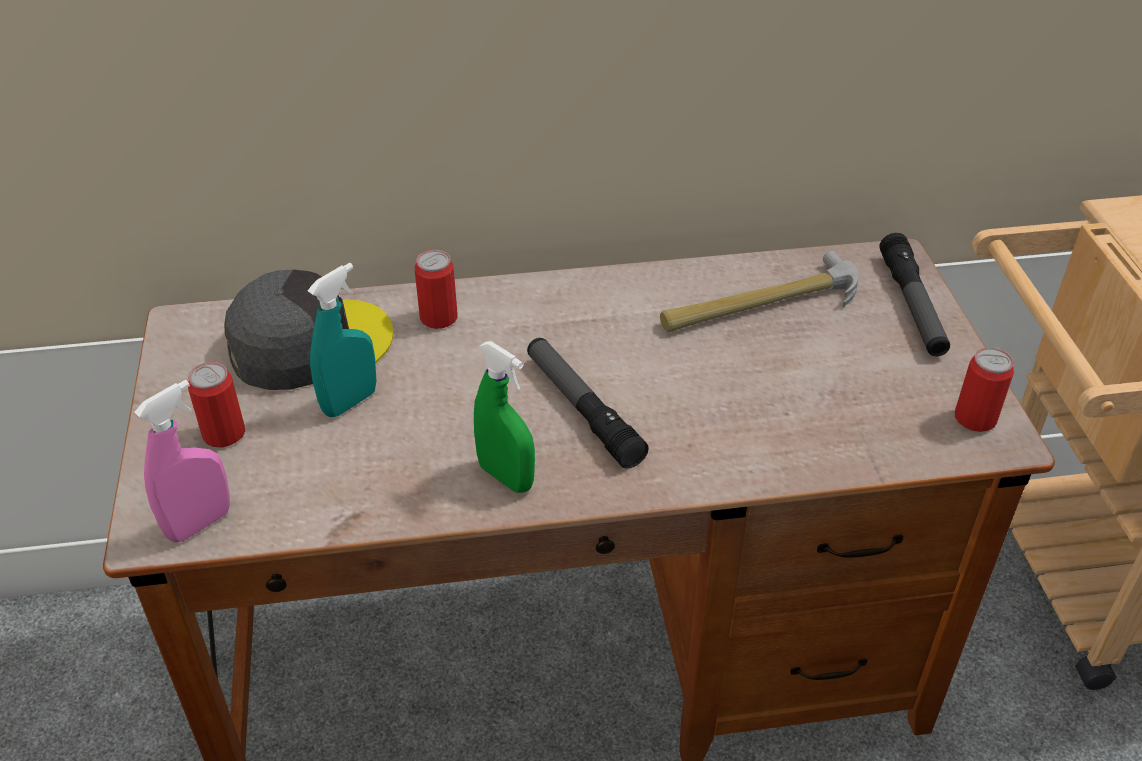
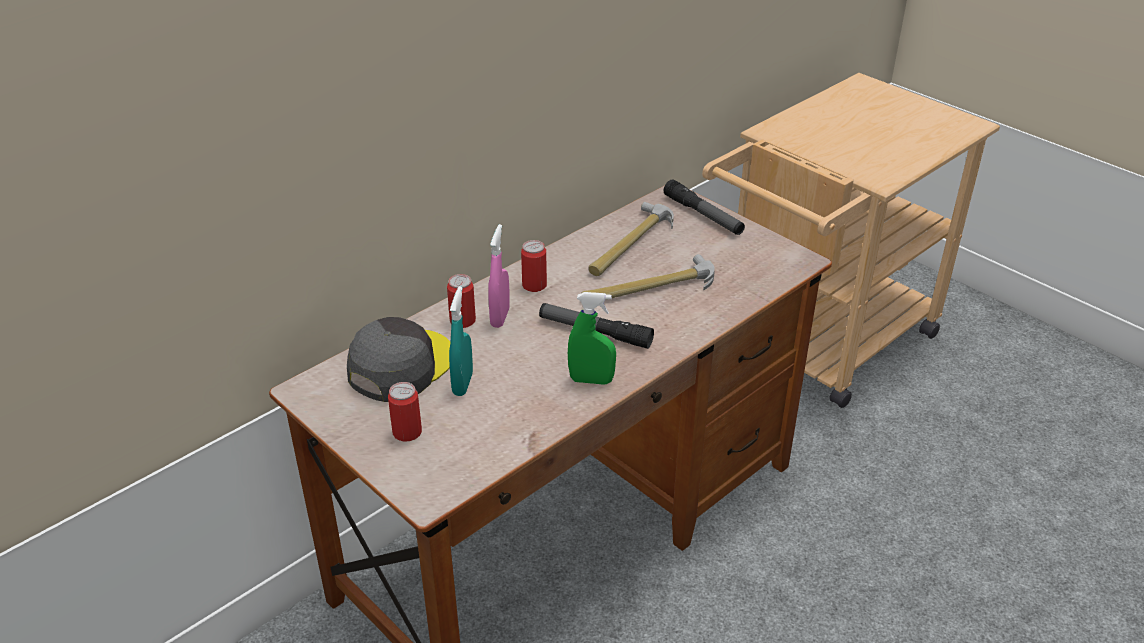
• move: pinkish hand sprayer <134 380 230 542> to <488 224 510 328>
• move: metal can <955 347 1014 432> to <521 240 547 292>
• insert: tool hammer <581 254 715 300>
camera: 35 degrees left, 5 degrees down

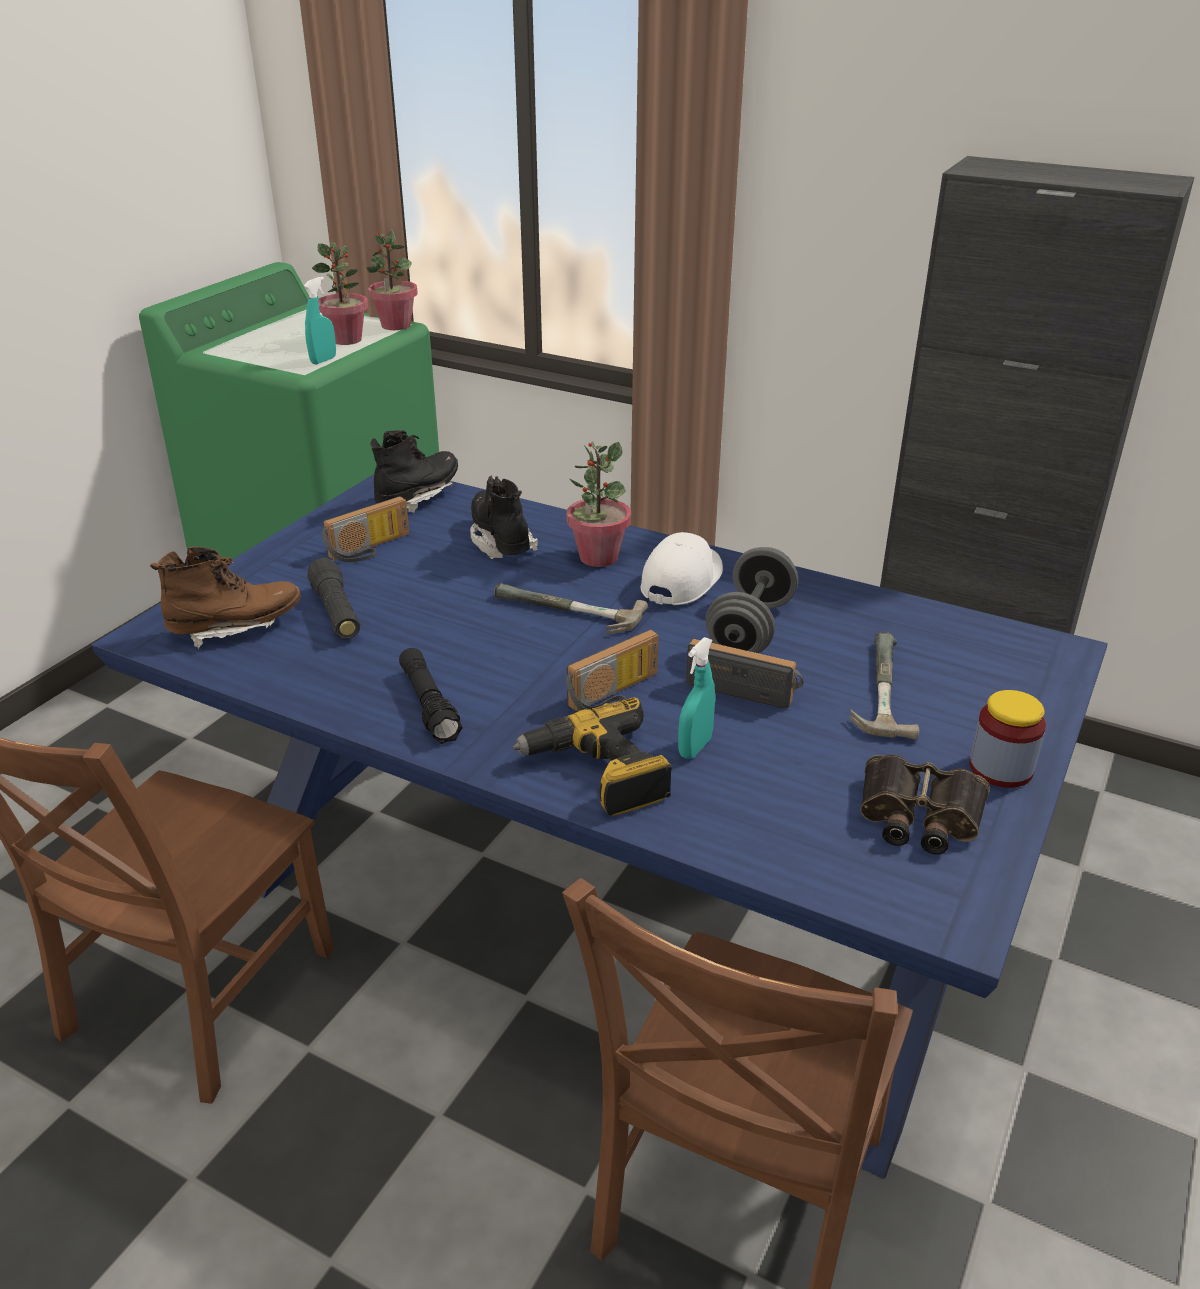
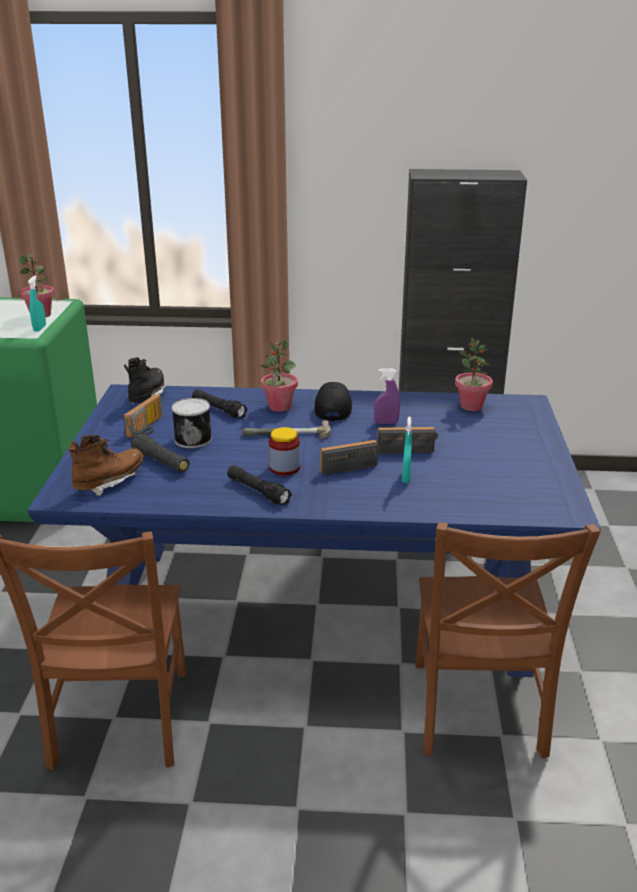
• move: plant in a pot <367 228 418 330> to <455 338 493 411>
• replace: black boot <470 476 538 559> to black torch <192 389 248 419>
• delete: electric drill <513 697 672 816>
• rotate: radio set <566 629 659 711> = <320 440 380 475> 135 degrees counterclockwise
• recolor: whitish cap <641 532 723 605> to black cap <314 382 352 421>
• replace: grey dumbbell <705 547 798 653> to purple hand sprayer <374 368 400 424>
• delete: tool hammer <849 632 919 740>
• delete: pair of binoculars <860 755 990 855>
• move: jar <969 690 1046 788> to <269 427 300 475>
• insert: metal can <172 398 212 448>
camera: 25 degrees left, 5 degrees down

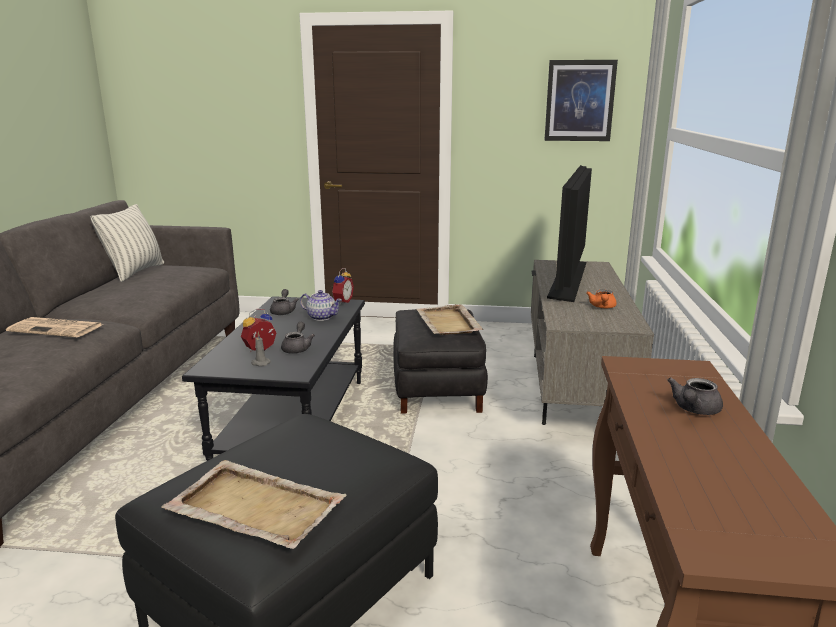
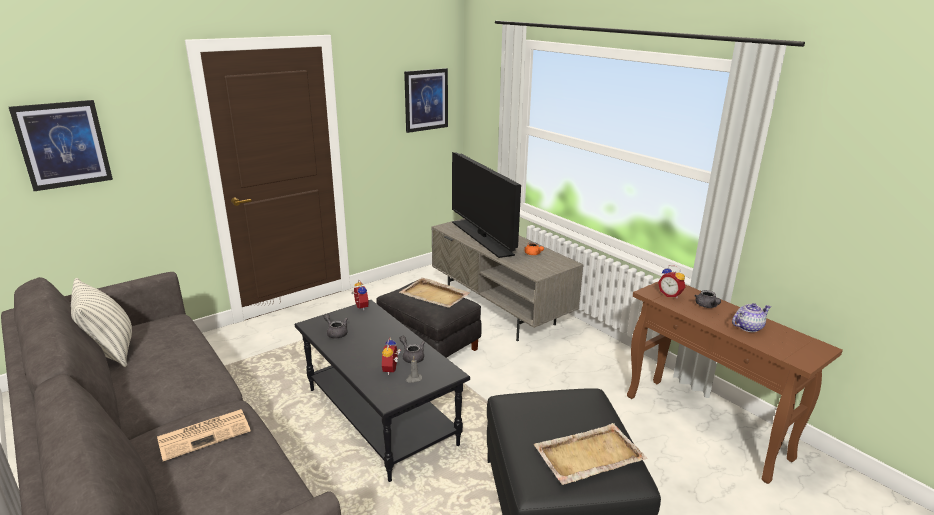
• move: teapot <300 290 342 321> to <732 303 771 332>
• insert: wall picture <9 100 113 191>
• insert: alarm clock <658 265 685 298>
camera: 45 degrees left, 5 degrees up

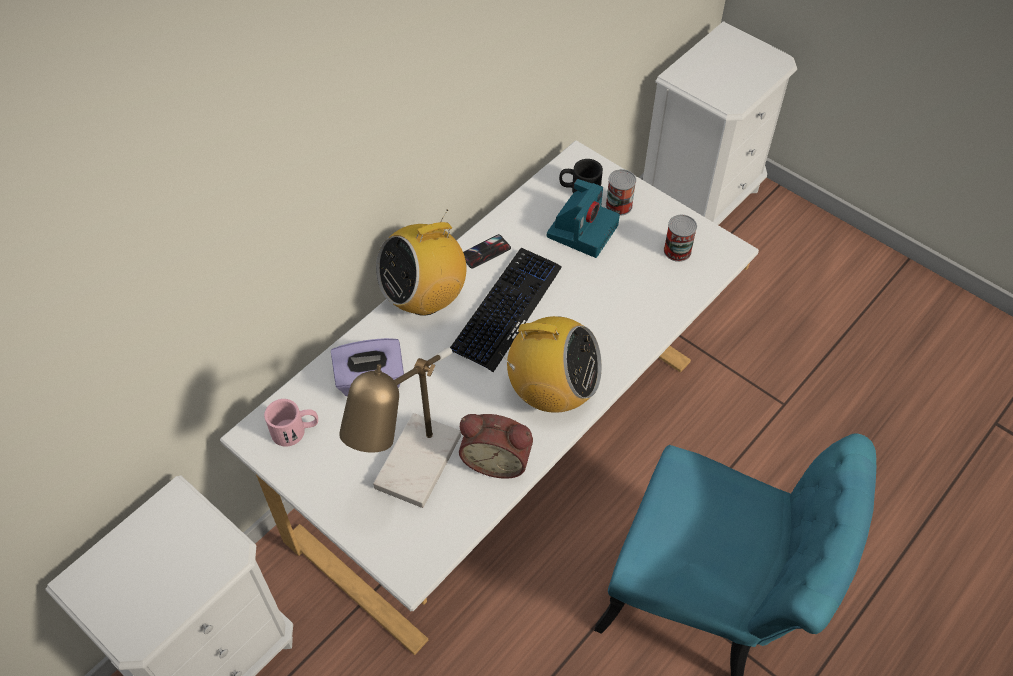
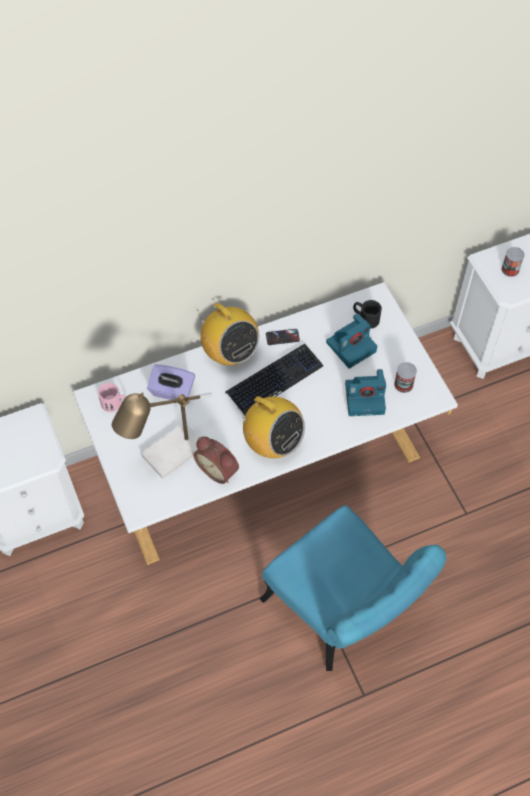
• rotate: radio set <376 209 466 315> = <197 303 259 365> 120 degrees counterclockwise
• move: metal can <606 169 636 216> to <501 247 525 277>
• insert: photo camera <345 369 386 416>
camera: 25 degrees right, 5 degrees up

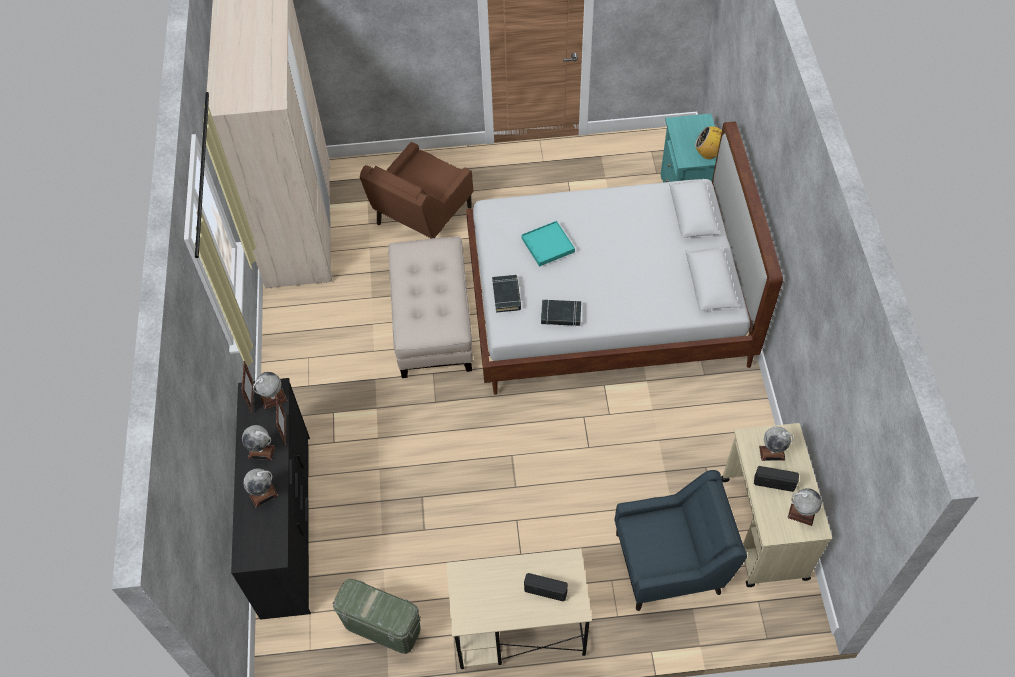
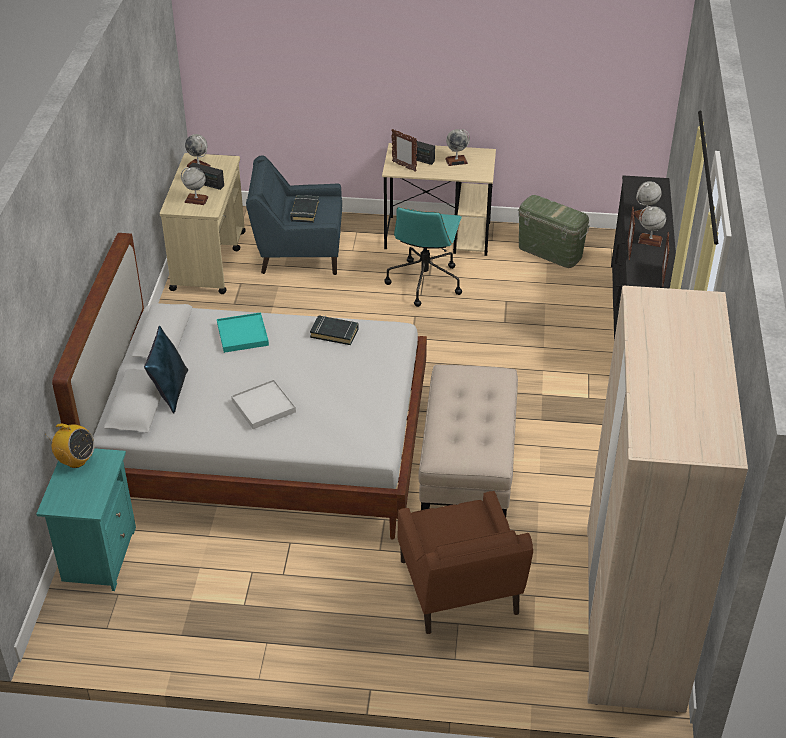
• move: globe <253 372 287 409> to <445 129 470 166>
• rotate: brownish lounge chair <360 142 473 239> = <398 491 533 634> 120 degrees clockwise
• move: black bound book <492 275 521 313> to <290 195 319 223>
• move: turquoise serving tray <521 221 575 267> to <217 312 269 353>
• insert: blue throw pillow <144 326 188 413>
• insert: whitish serving tray <231 379 296 429>
• insert: turquoise computer chair <384 207 462 307>
• insert: picture frame <391 129 417 171>
camera: 170 degrees left, 15 degrees down

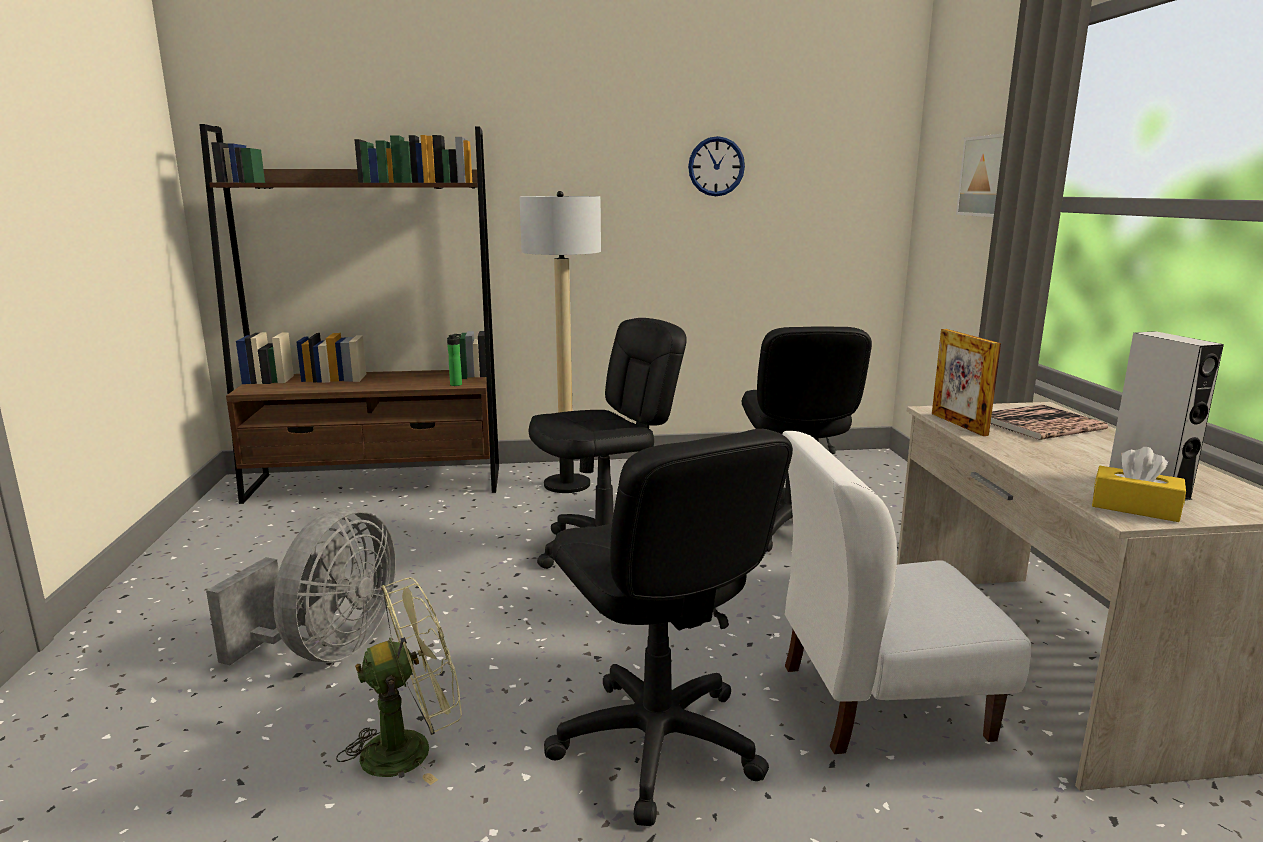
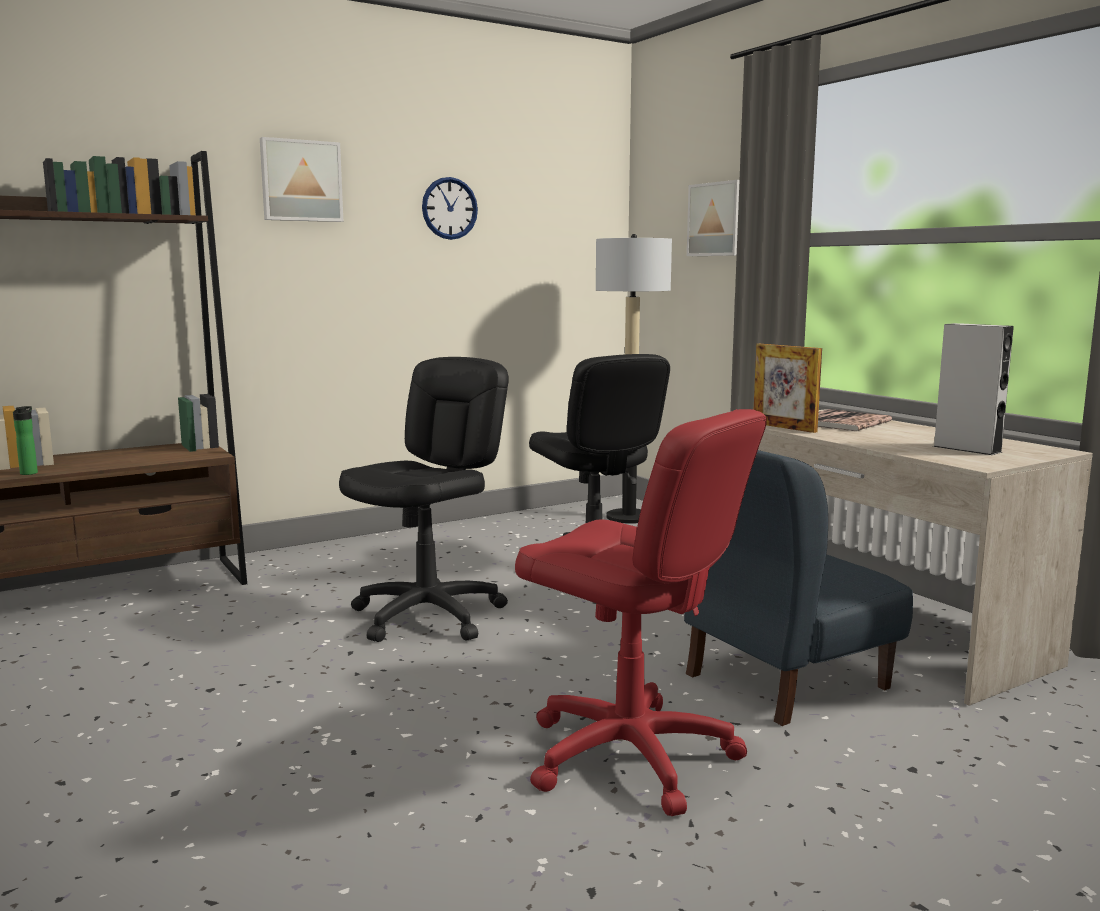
• delete: grey fan <206 507 396 665>
• delete: green fan <336 578 462 785>
• move: beverage bottle <447 334 462 386> to <13 406 38 475>
• move: floor lamp <519 191 601 493> to <596 234 672 524>
• recolor: black computer chair <544 429 793 826> to red computer chair <515 409 767 816>
• recolor: whitish plain chair <782 431 1031 754> to blue plain chair <684 450 913 726>
• delete: yellowish tissue box <1092 447 1186 522>
• insert: wall picture <260 137 343 222>
camera: 25 degrees left, 5 degrees down

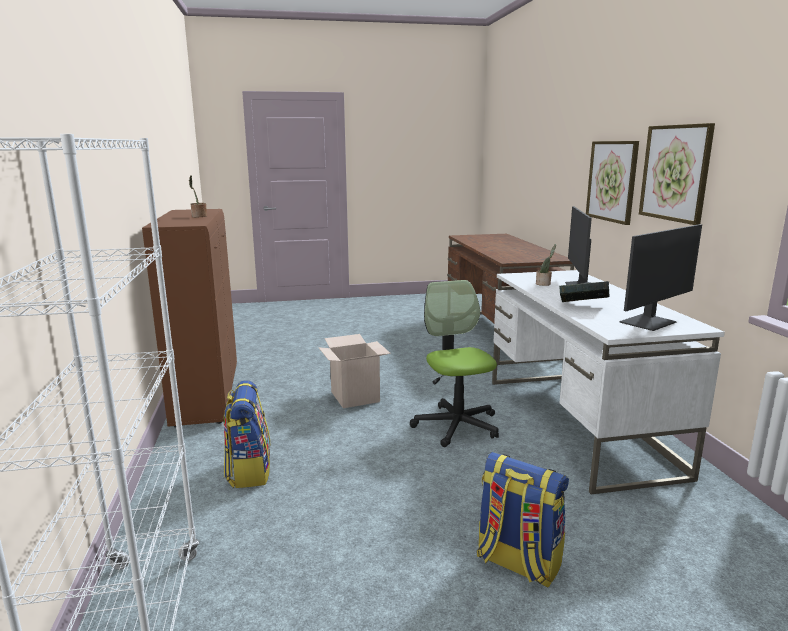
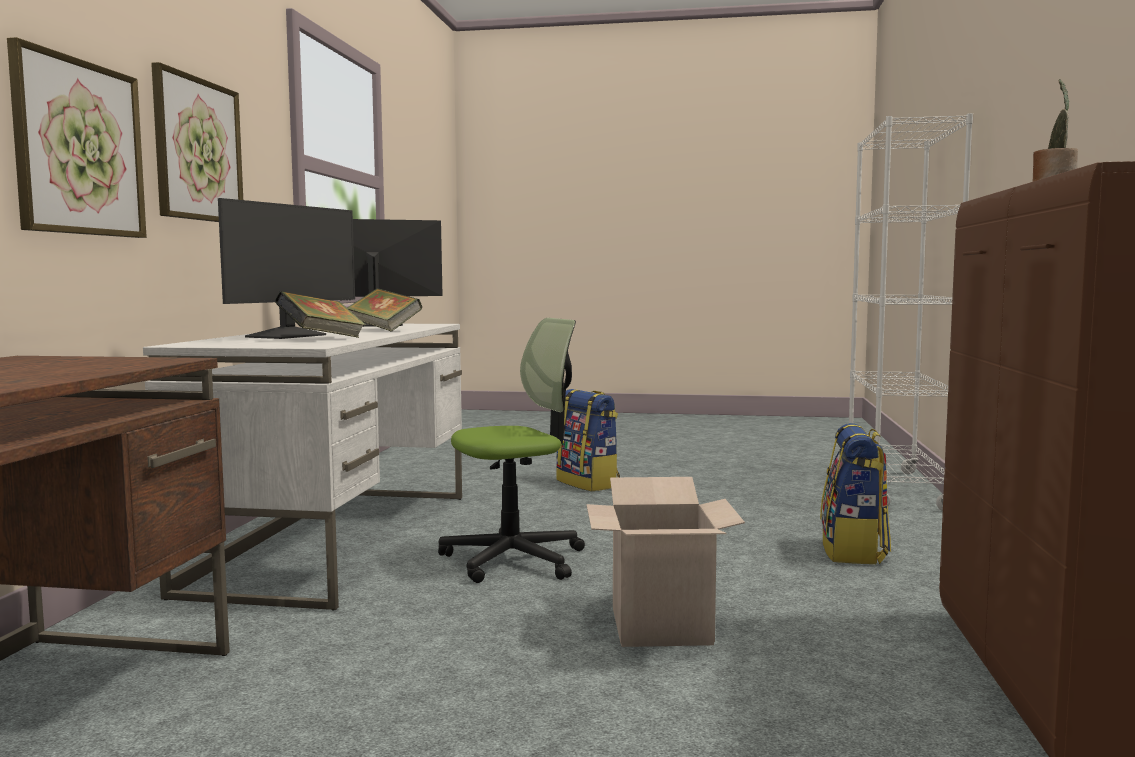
• rotate: computer chair <410 280 499 447> = <438 318 585 583> 120 degrees counterclockwise
• replace: plant in a pot <536 244 556 286> to bound book <275 291 366 338>
camera: 160 degrees left, 10 degrees down

